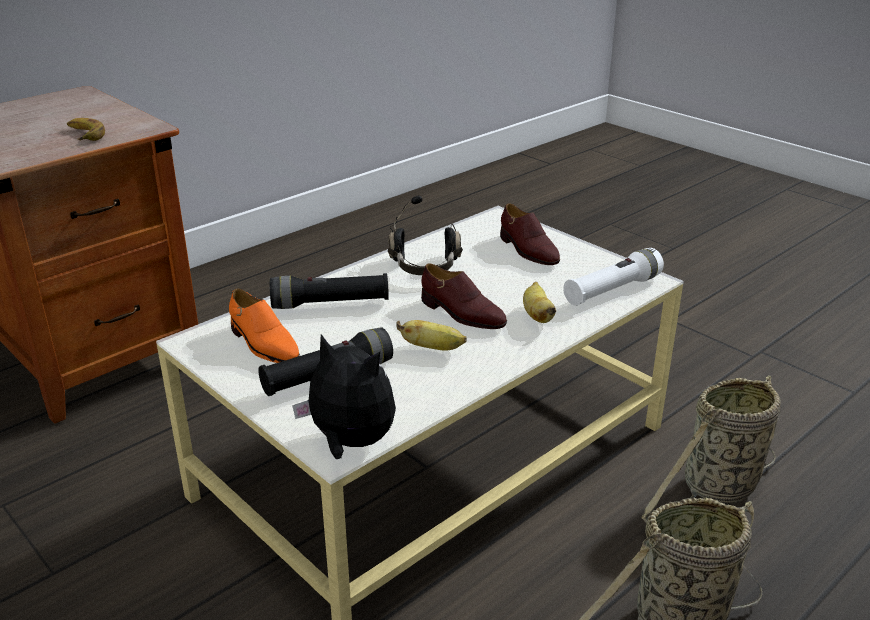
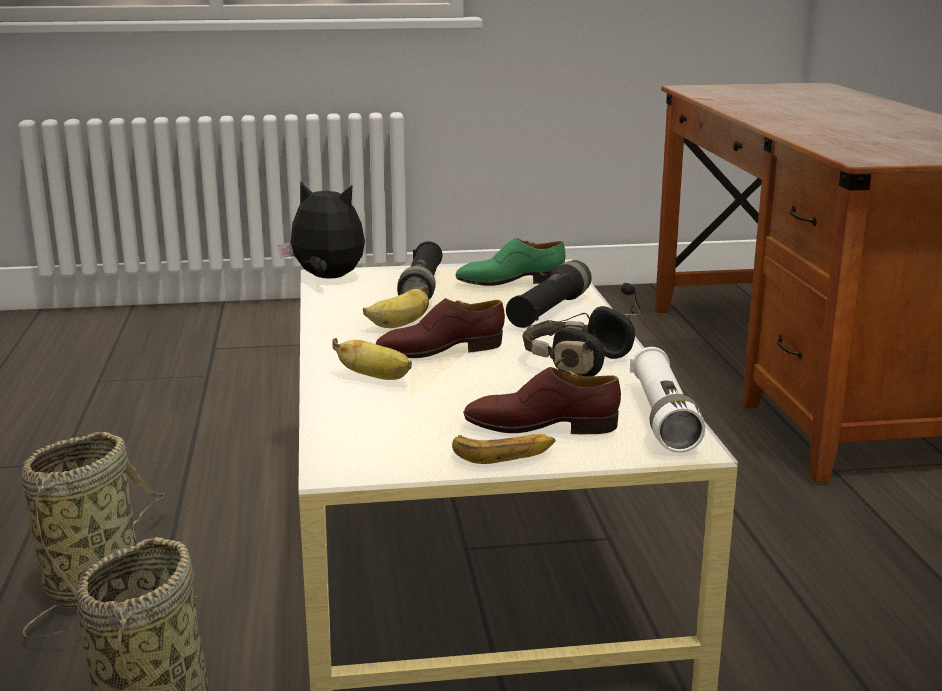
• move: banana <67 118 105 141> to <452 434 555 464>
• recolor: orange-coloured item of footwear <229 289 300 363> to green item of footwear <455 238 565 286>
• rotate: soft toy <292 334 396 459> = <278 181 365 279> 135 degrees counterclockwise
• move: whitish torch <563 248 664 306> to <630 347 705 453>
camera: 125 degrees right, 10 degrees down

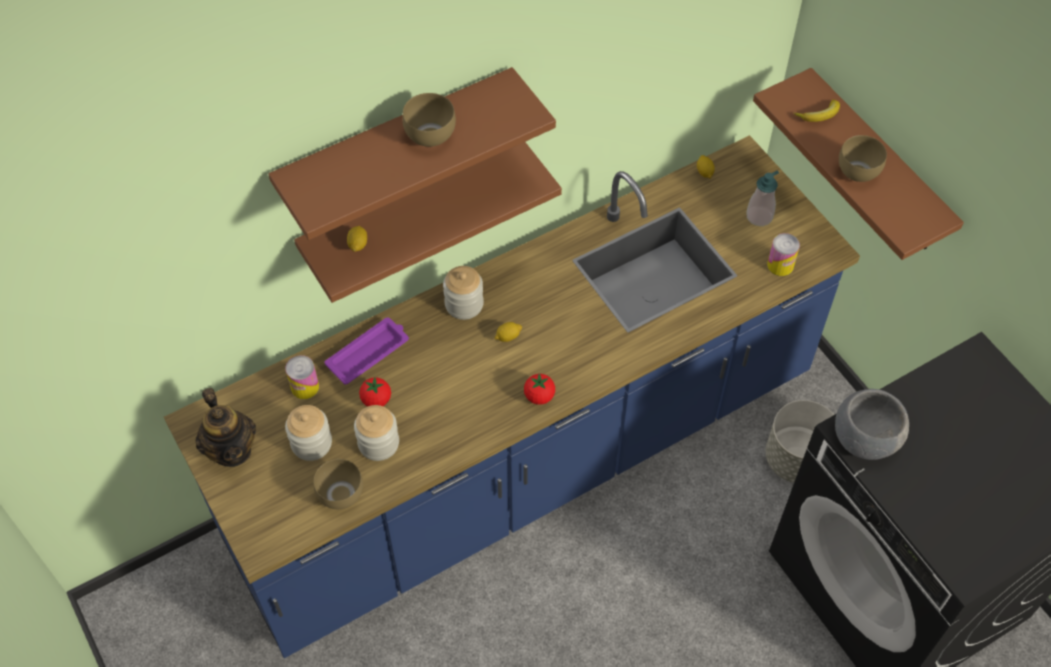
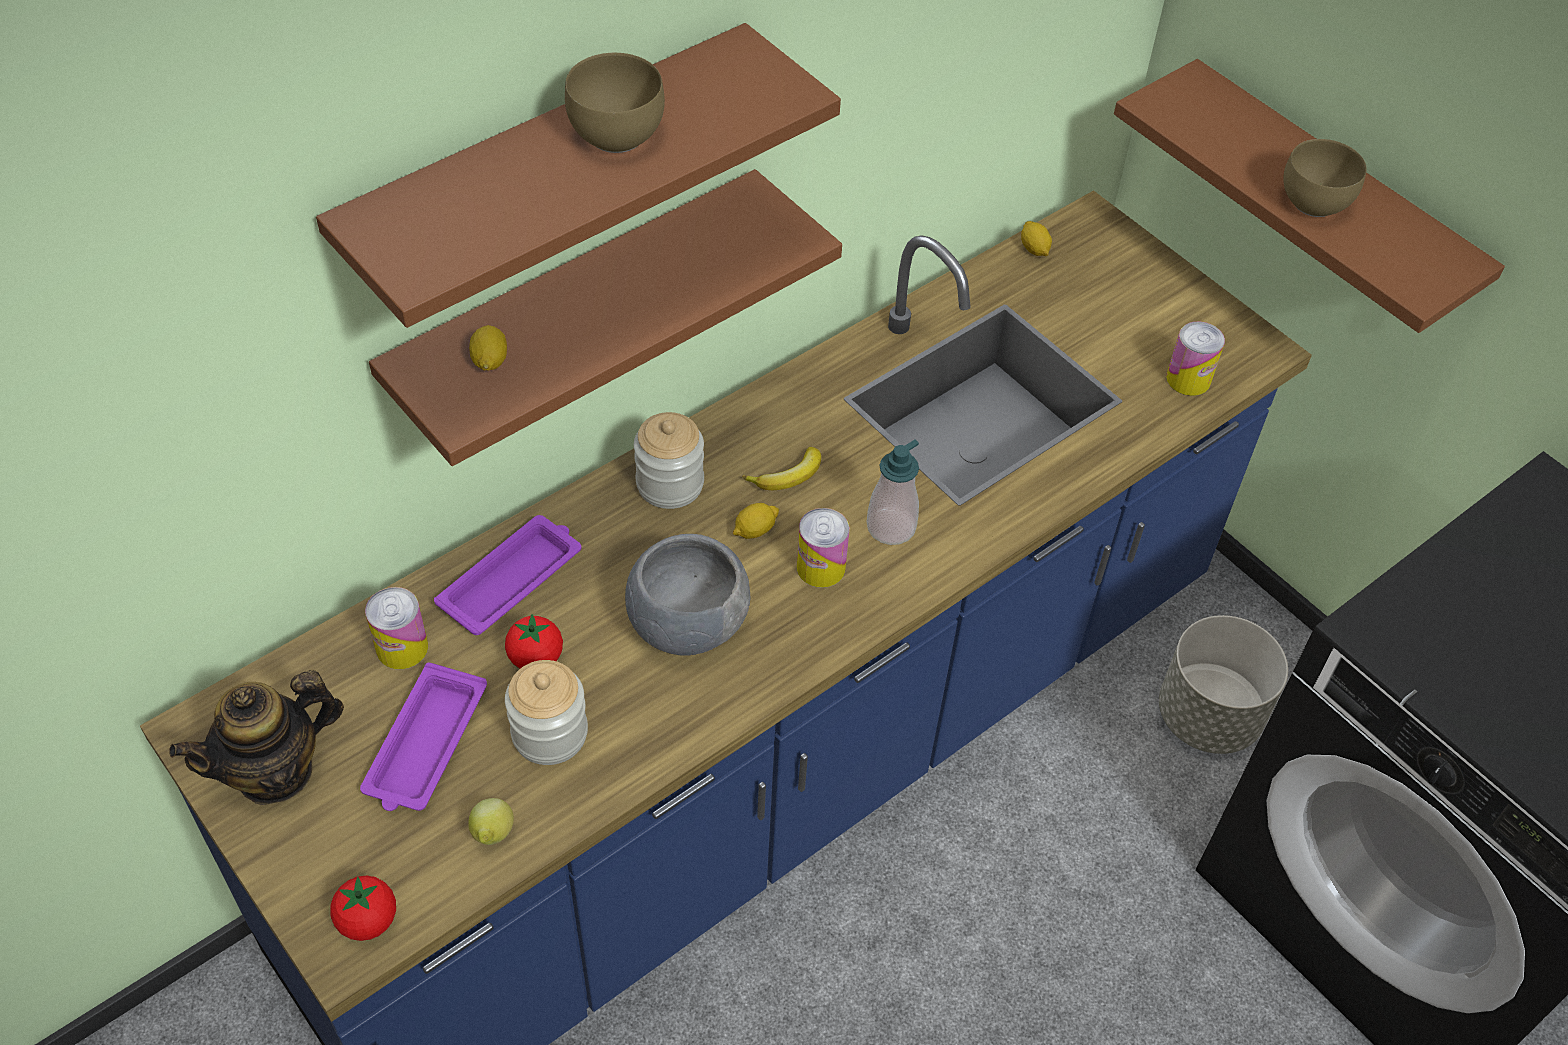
• rotate: teapot <196 388 256 467> = <169 670 344 805> 90 degrees clockwise
• replace: jar <285 405 332 461> to purple serving tray <360 663 487 811>
• replace: brownish deep dish <313 459 363 509> to whole lemon <468 798 514 845>
• move: whole tomato <524 373 555 405> to <330 876 396 941>
• move: soap dispenser <746 171 779 226> to <867 440 919 545>
• move: banana <794 100 840 122> to <742 447 821 490>
• move: grey deep dish <835 389 909 460> to <625 534 750 655>
• insert: metal can <797 508 849 588>
camera: 10 degrees left, 5 degrees down

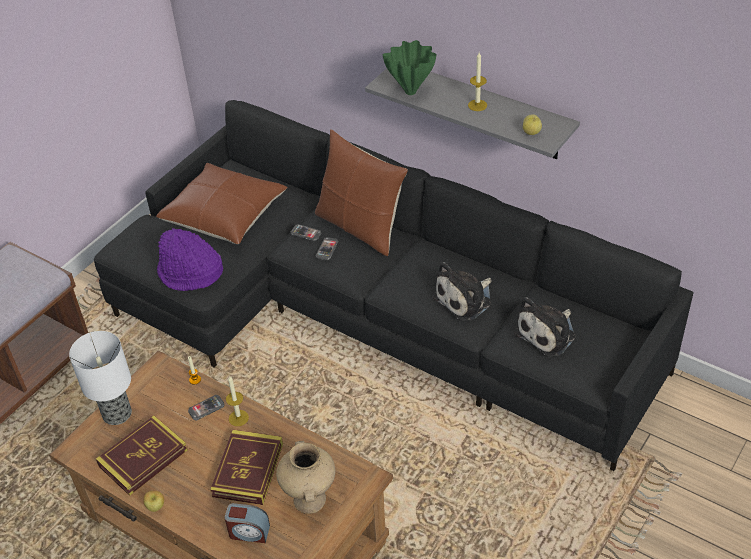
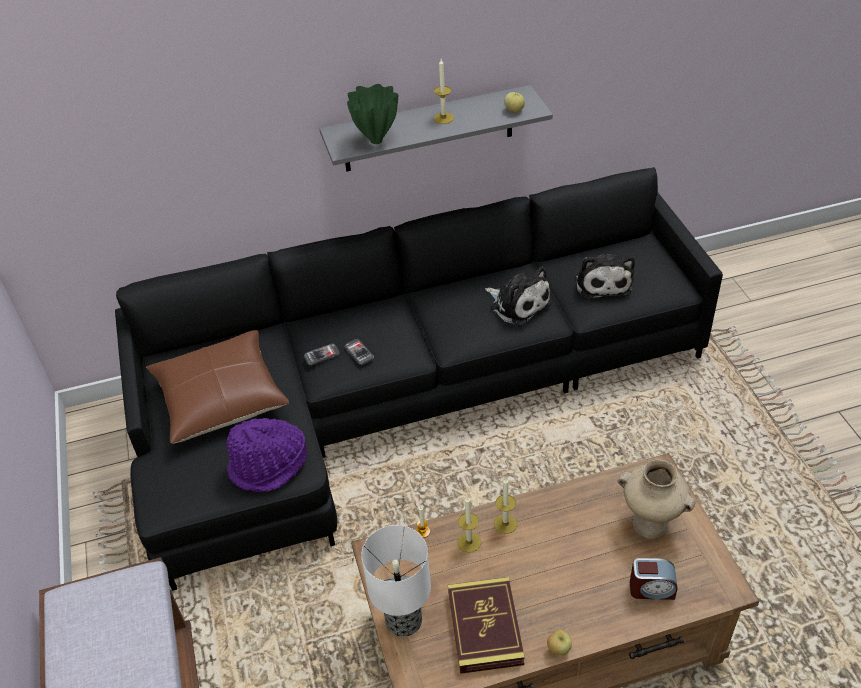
• replace: telephone <188 395 225 420> to wax light <458 496 481 553>
• delete: bound book <210 430 283 505>
• rotate: alarm clock <225 503 270 543> = <630 558 677 600> 45 degrees clockwise
• delete: brownish throw pillow <315 129 408 256>
• rotate: soft toy <432 262 492 321> = <485 266 552 327> 45 degrees counterclockwise
camera: 50 degrees left, 0 degrees up

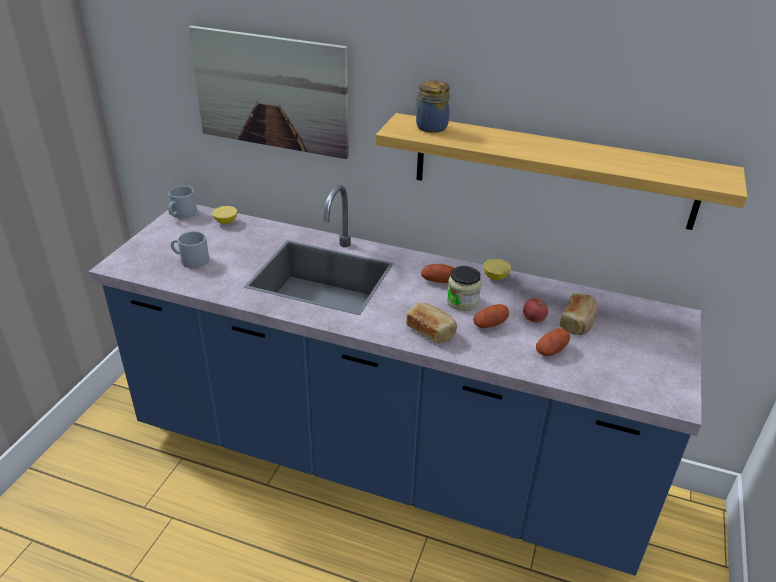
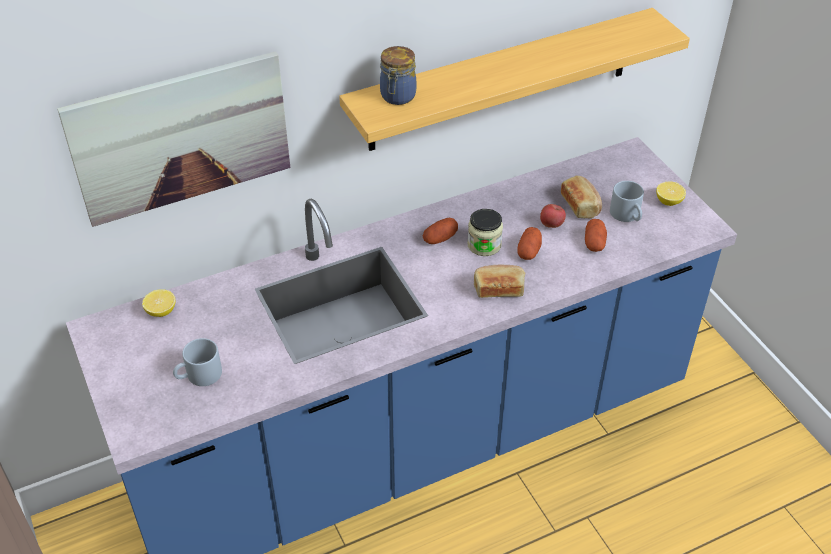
• move: grey tea mug <168 186 197 219> to <610 181 644 222>
• move: whole lemon <483 259 511 280> to <656 181 686 206>
camera: 45 degrees left, 10 degrees up

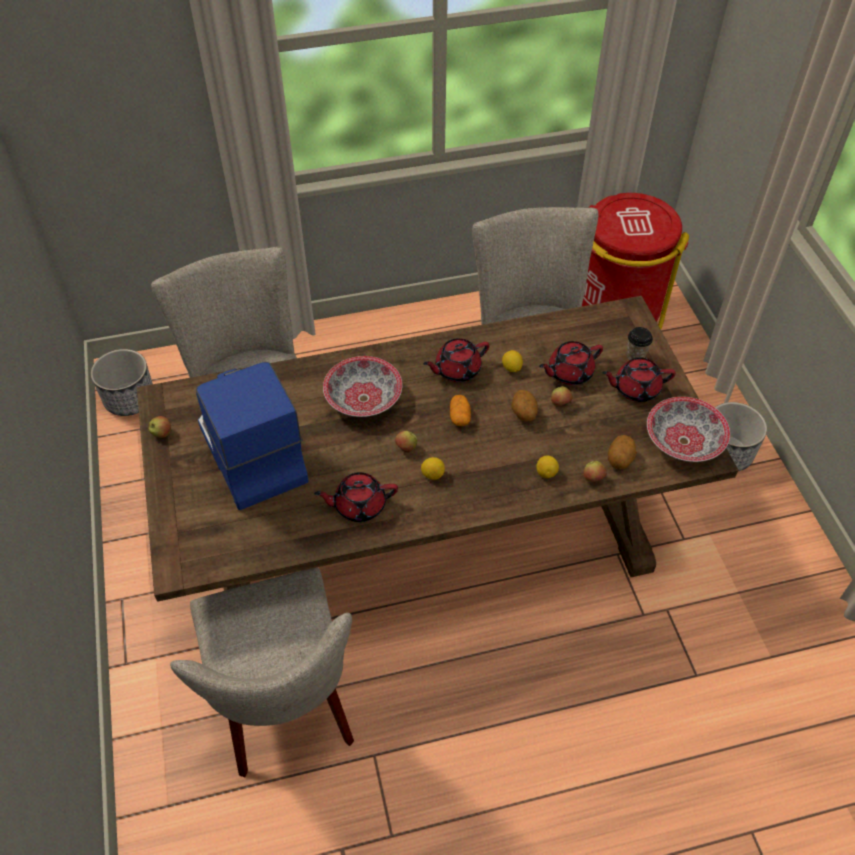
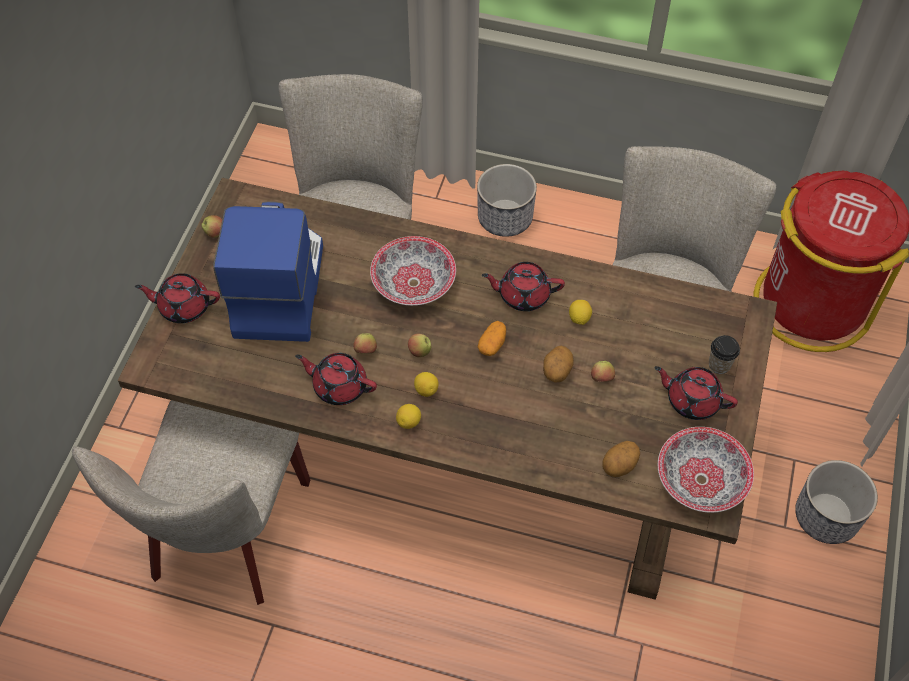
• move: planter <91 349 153 416> to <477 164 537 237>
• move: whole lemon <536 456 559 478> to <396 404 421 429>
• move: red teapot <539 341 603 385> to <135 273 220 323>
• move: whole apple <584 461 607 482> to <353 333 377 353>
camera: 30 degrees right, 5 degrees up

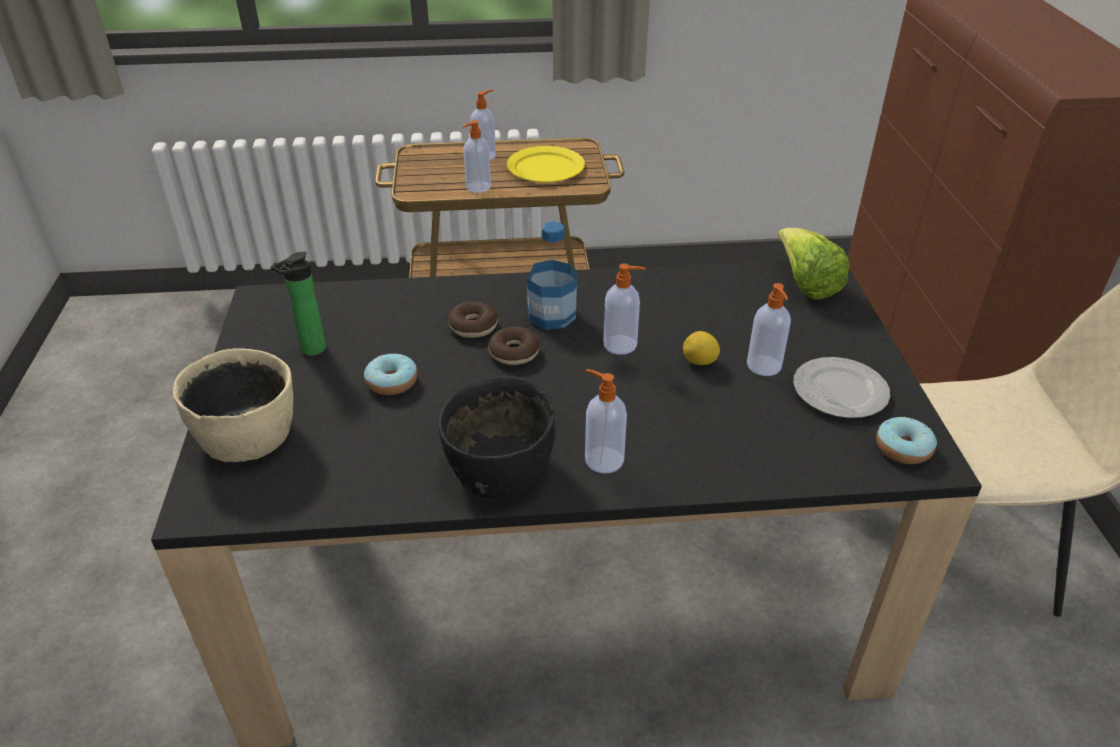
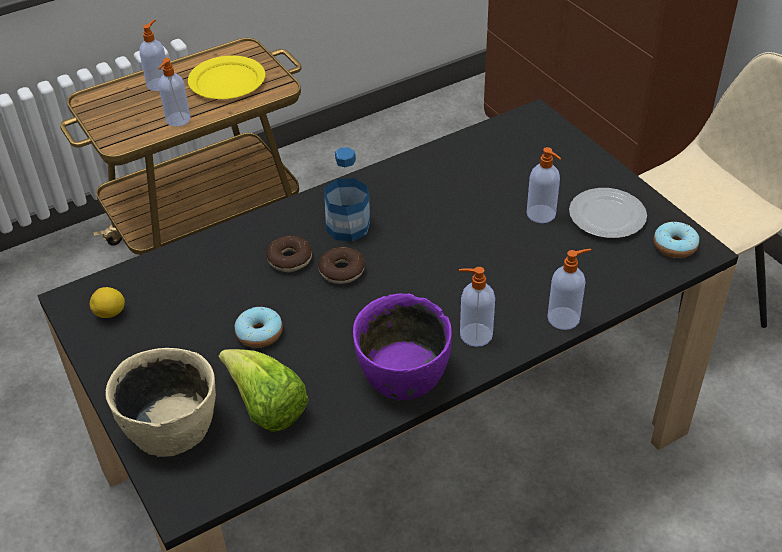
• delete: beverage bottle <271 252 326 356>
• recolor: black deep dish <438 376 555 499> to purple deep dish <353 293 452 400>
• move: soap dispenser <603 263 645 355> to <547 249 591 330>
• move: whole lemon <683 331 720 365> to <90 287 125 318>
• move: head of lettuce <778 228 850 300> to <219 349 309 432>
camera: 25 degrees left, 5 degrees up

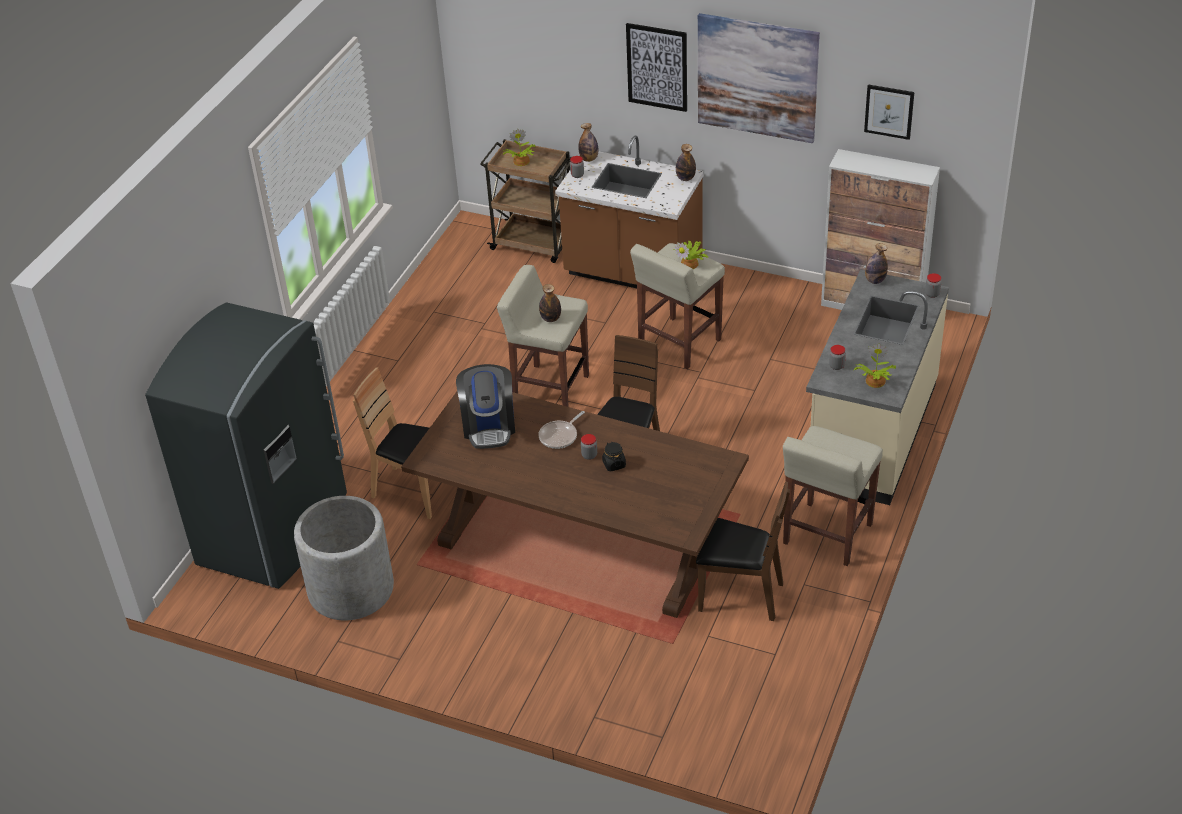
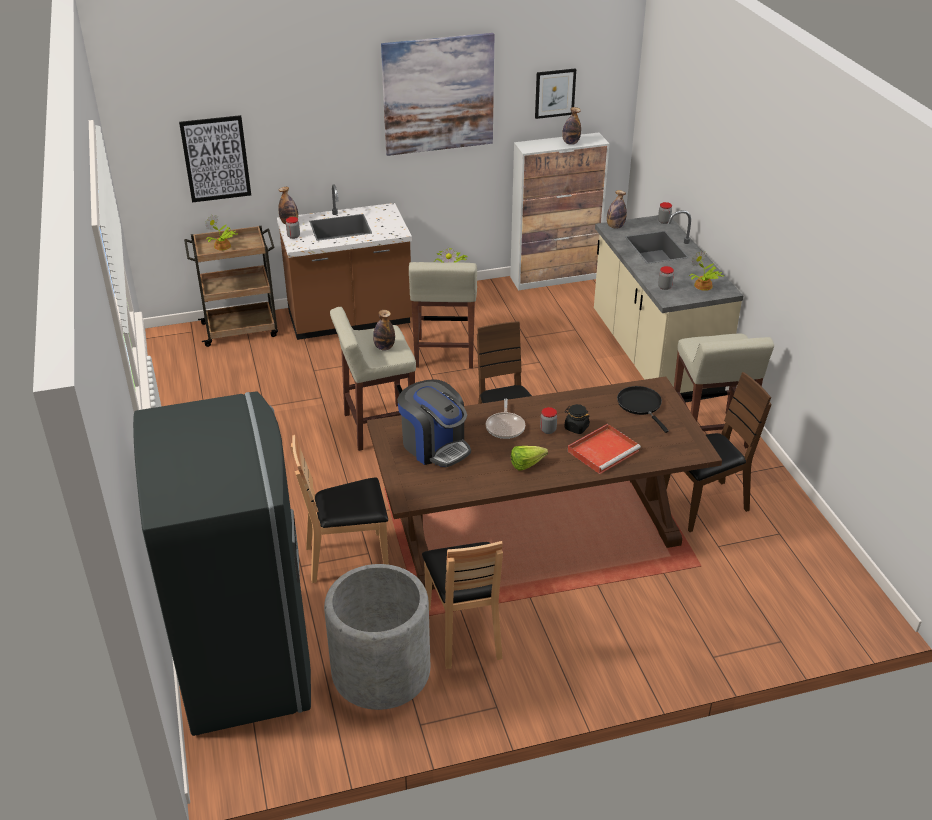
• move: wall picture <626 23 687 112> to <179 115 251 202>
• move: beverage bottle <676 144 696 181> to <562 107 581 145>
• insert: brownish plain chair <422 541 503 669>
• insert: head of lettuce <511 446 548 471>
• insert: red serving tray <568 424 641 474>
• insert: black pan <617 386 669 433>
camera: 40 degrees left, 5 degrees down

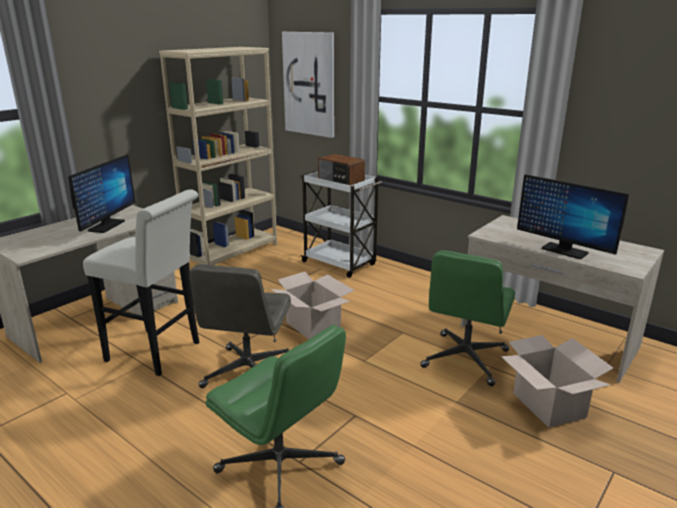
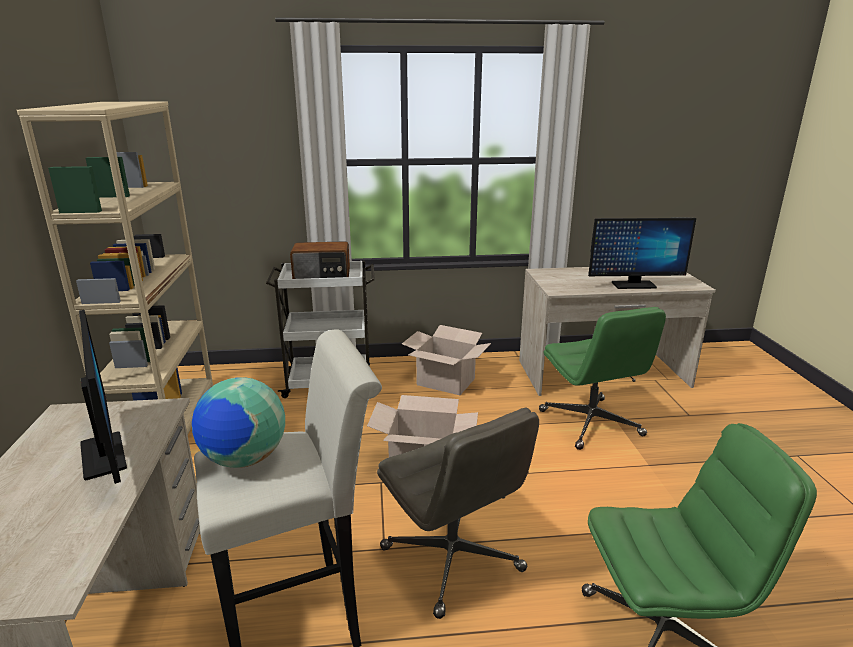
• delete: wall picture <282 32 334 138>
• move: cardboard box <501 335 614 428> to <402 325 491 395>
• insert: globe <192 377 285 468>
camera: 45 degrees left, 0 degrees up

